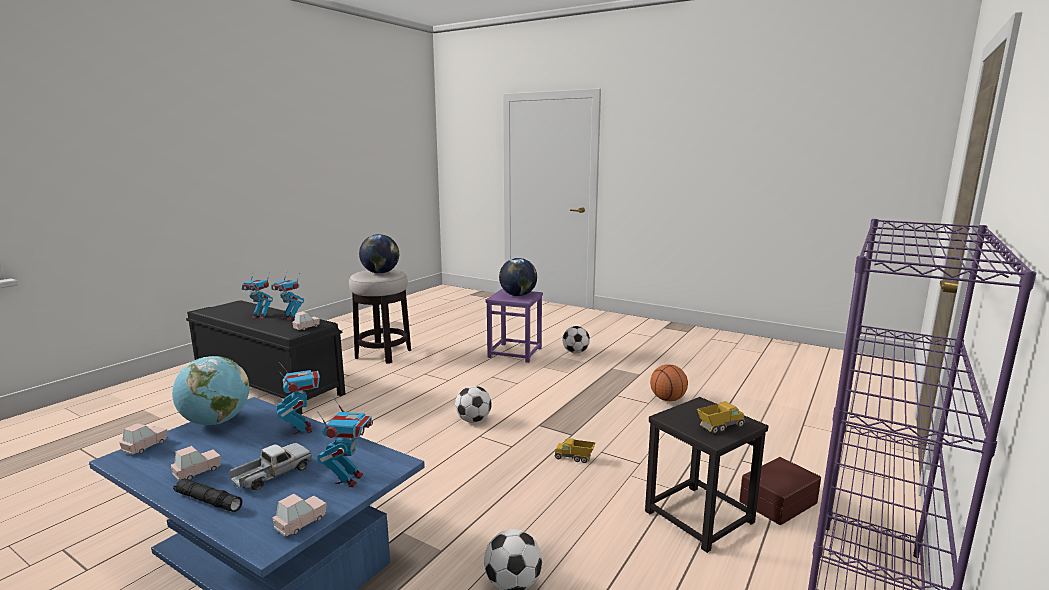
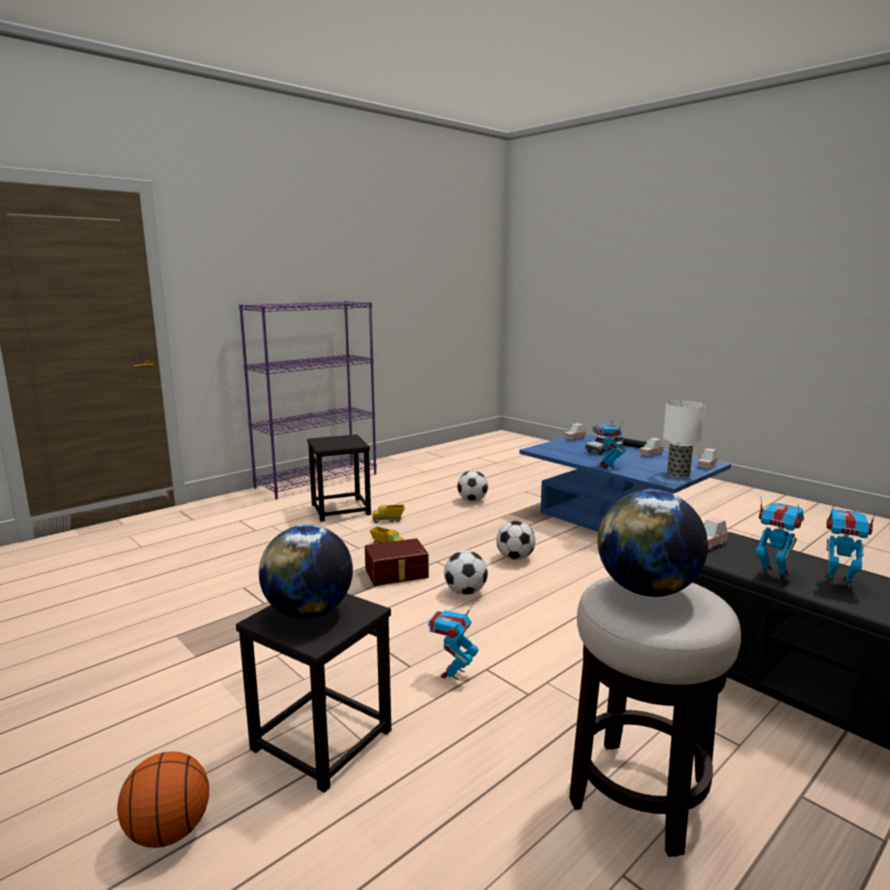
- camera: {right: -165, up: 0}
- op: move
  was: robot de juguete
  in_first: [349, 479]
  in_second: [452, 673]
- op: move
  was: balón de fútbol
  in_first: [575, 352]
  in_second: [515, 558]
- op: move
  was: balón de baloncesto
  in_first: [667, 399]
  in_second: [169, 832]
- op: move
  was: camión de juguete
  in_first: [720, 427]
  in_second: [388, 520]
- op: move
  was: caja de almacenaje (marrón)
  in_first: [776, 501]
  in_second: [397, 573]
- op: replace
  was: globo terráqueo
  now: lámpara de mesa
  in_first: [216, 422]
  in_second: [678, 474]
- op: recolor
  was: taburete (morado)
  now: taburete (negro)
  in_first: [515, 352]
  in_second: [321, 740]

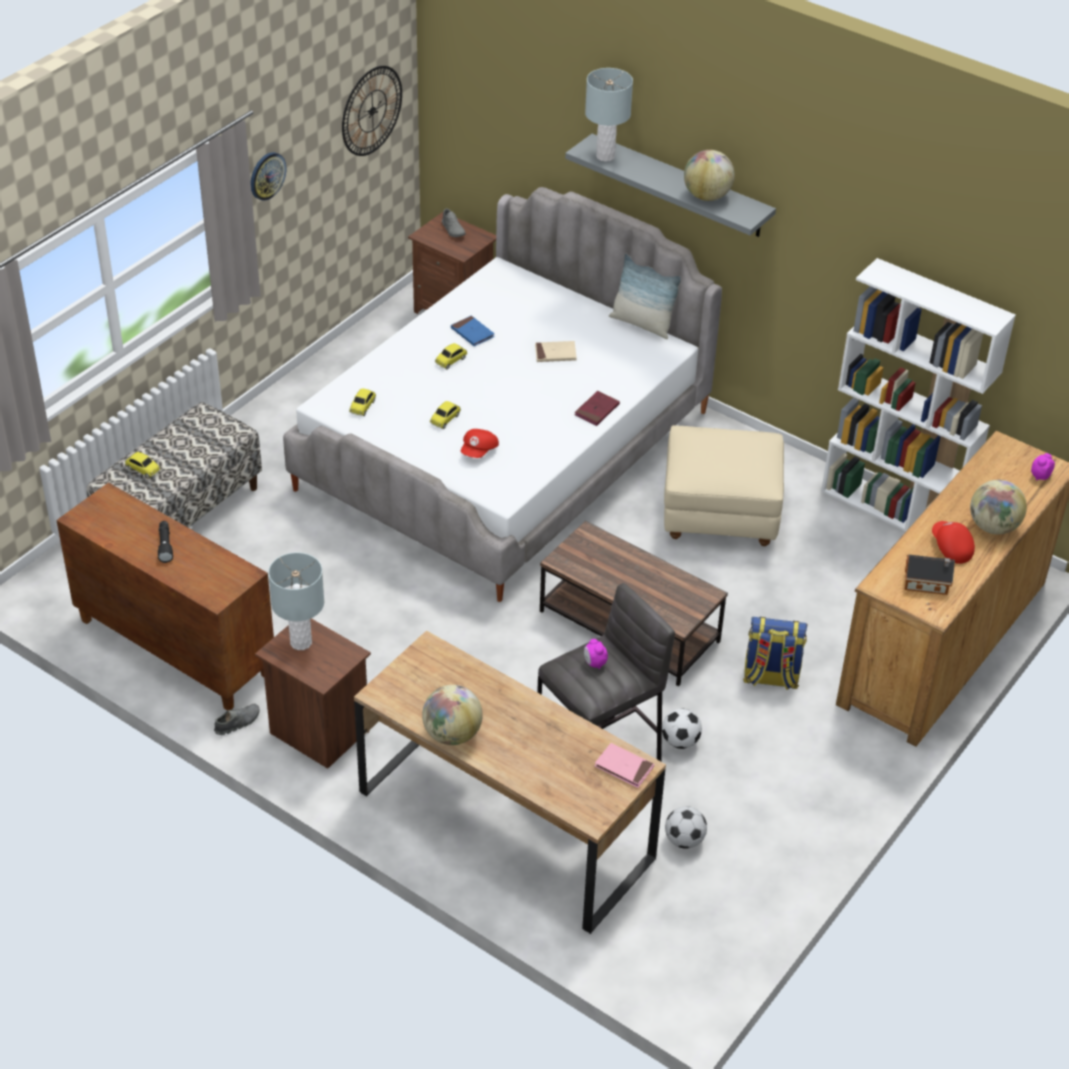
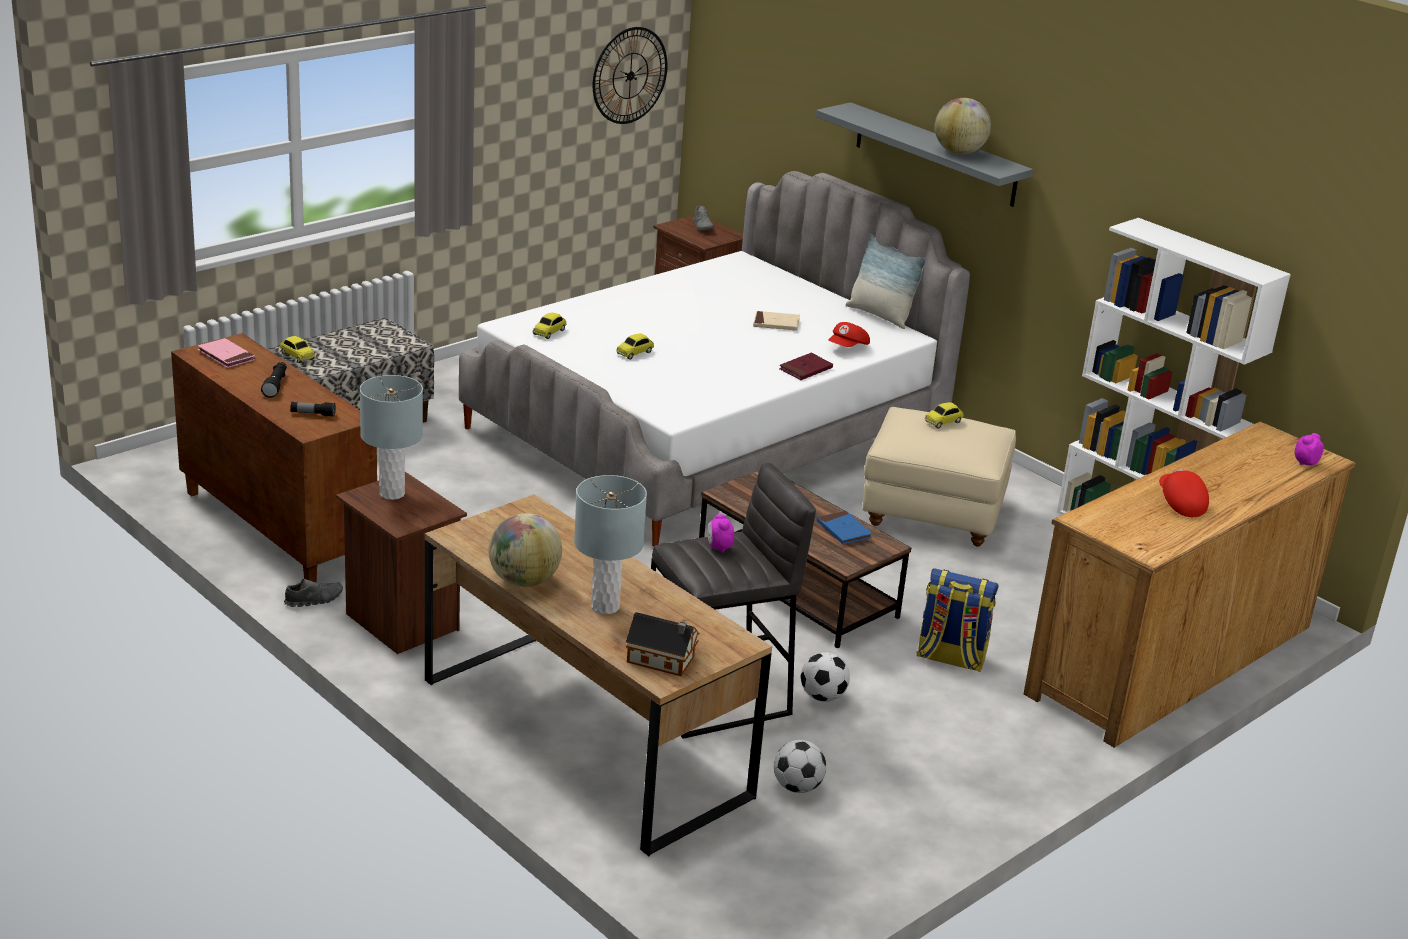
- camera: {right: 10, up: -15}
- op: delete
  was: reloj de pared
  in_first: [267, 175]
- op: delete
  was: globo terráqueo
  in_first: [993, 527]
- op: insert
  now: linterna
  in_second: [313, 414]
- op: move
  was: coche de juguete
  in_first: [451, 360]
  in_second: [943, 422]
- op: move
  was: libro (azul)
  in_first: [472, 333]
  in_second: [843, 530]
- op: move
  was: gorra (rojo)
  in_first: [479, 451]
  in_second: [848, 347]
- op: move
  was: lámpara de mesa (gris)
  in_first: [605, 156]
  in_second: [604, 606]
- op: move
  was: libro (rosa)
  in_first: [624, 767]
  in_second: [226, 356]
- op: move
  was: casita
  in_first: [928, 583]
  in_second: [663, 660]

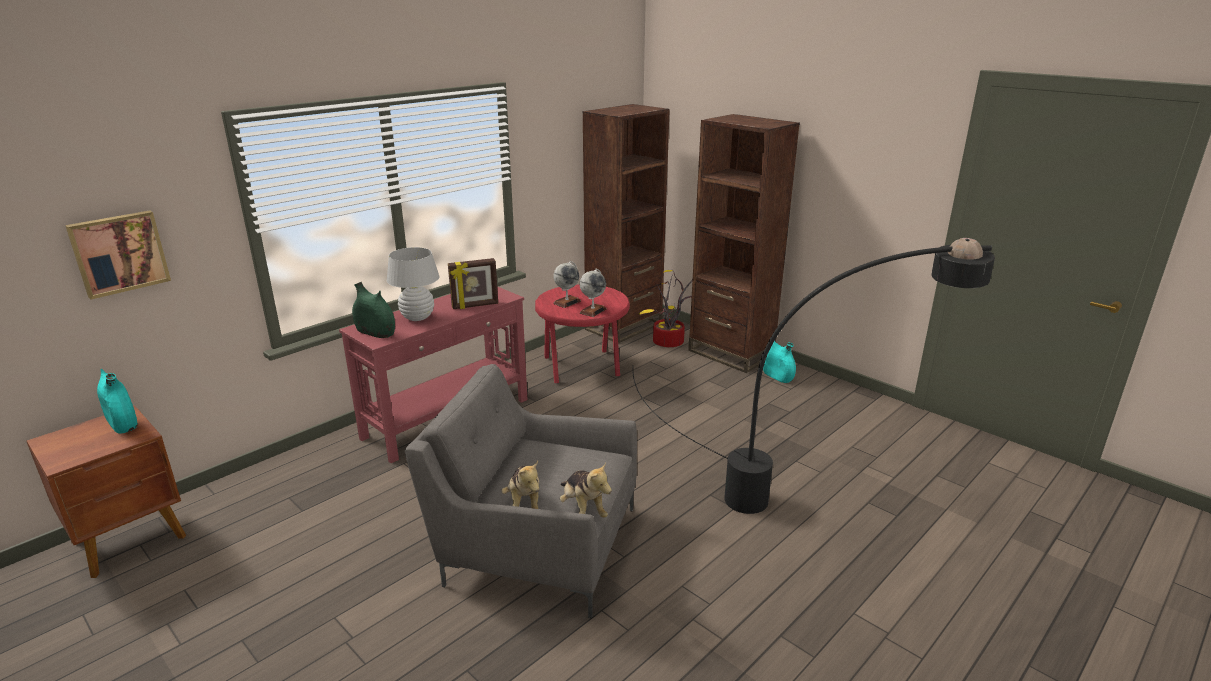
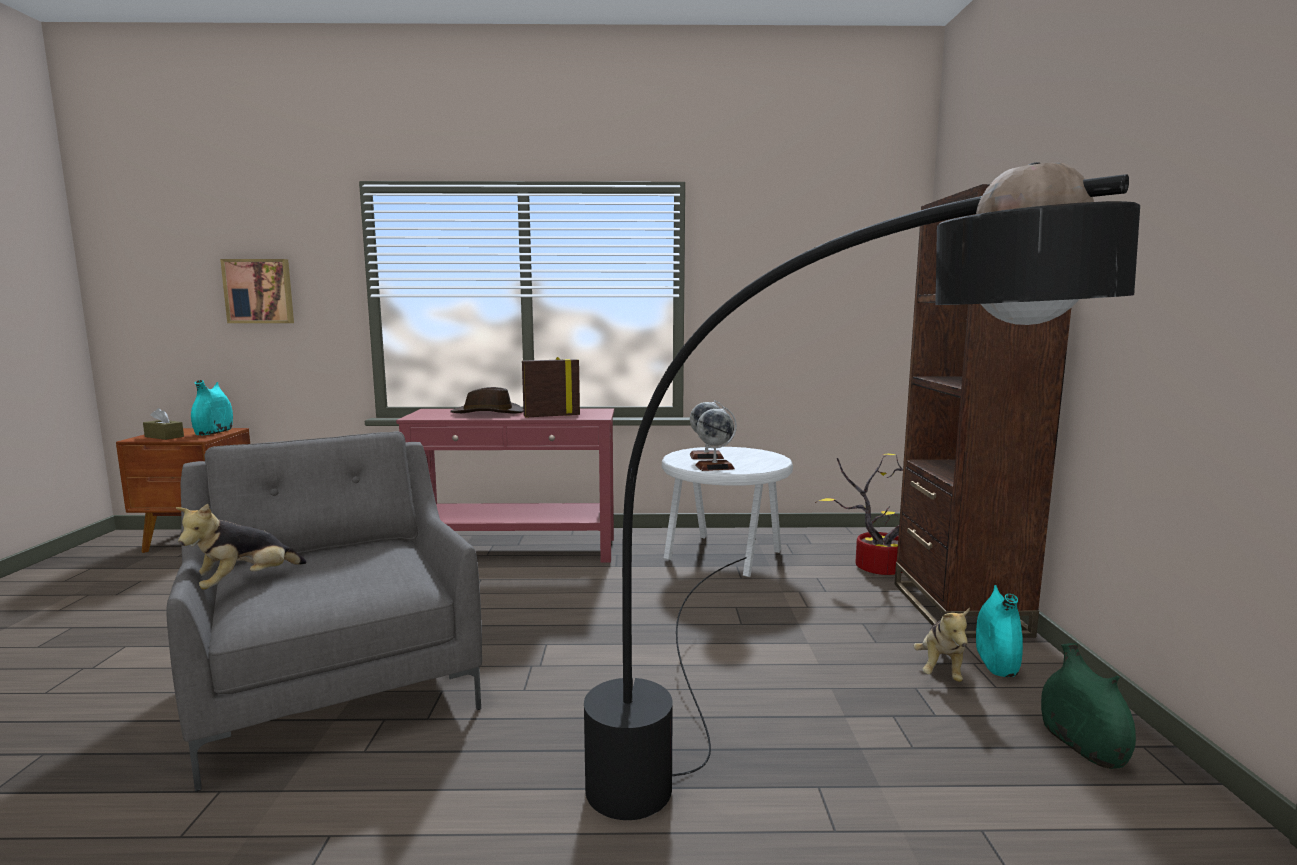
- camera: {right: 45, up: -15}
- op: delete
  was: estantería (marrón)
  in_first: [624, 326]
- op: insert
  now: caja de pañuelos (marrón)
  in_second: [164, 436]
- op: move
  was: florero (verde)
  in_first: [375, 333]
  in_second: [1082, 746]
- op: move
  was: peluche
  in_first: [583, 509]
  in_second: [941, 670]
- op: replace
  was: lámpara de mesa (blanco)
  now: sombrero (marrón)
  in_first: [418, 317]
  in_second: [487, 413]
- op: recolor
  was: mesa auxiliar (rojo)
  now: mesa auxiliar (blanco)
  in_first: [583, 367]
  in_second: [725, 556]
- op: rotate
  was: portarretratos
  in_first: [475, 306]
  in_second: [551, 416]
  clockwise: 135

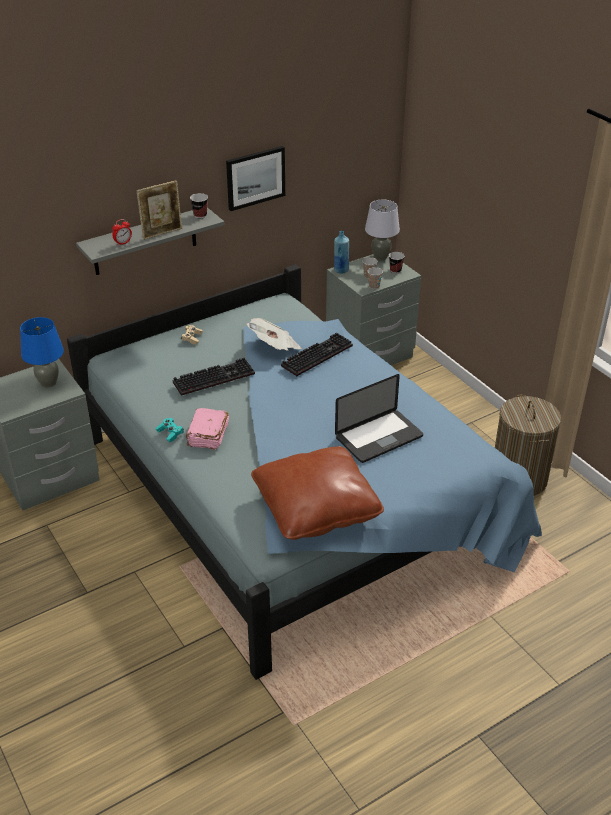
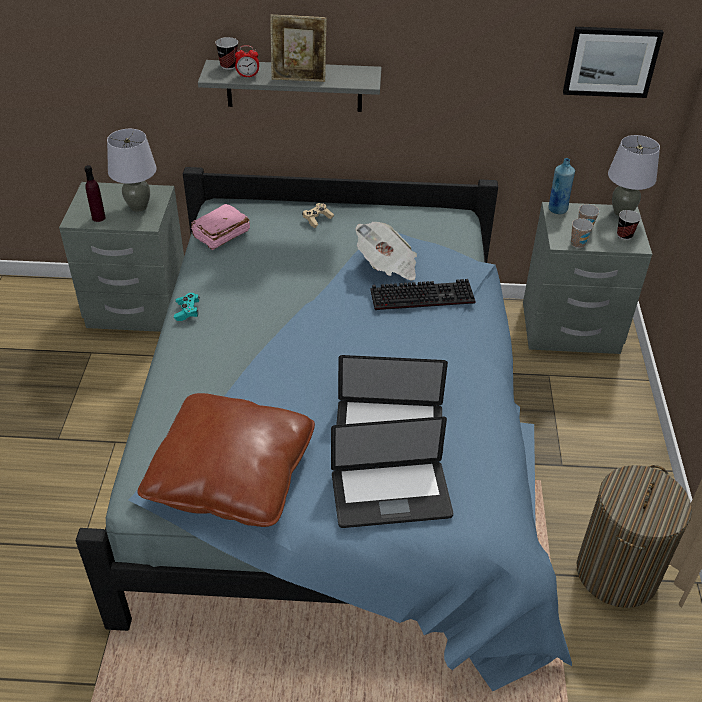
- camera: {right: 35, up: 5}
- op: delete
  was: teclado
  in_first: [214, 377]
- op: insert
  now: botella (morado)
  in_second: [98, 217]
- op: insert
  now: portátil
  in_second: [391, 495]
- op: move
  was: libro (rosa)
  in_first: [207, 435]
  in_second: [220, 235]
- op: move
  was: taza
  in_first: [200, 215]
  in_second: [228, 66]
- op: move
  was: cuadro
  in_first: [255, 177]
  in_second: [611, 61]
- op: recolor
  was: lámpara de mesa (azul)
  now: lámpara de mesa (gris)
  in_first: [48, 383]
  in_second: [139, 206]

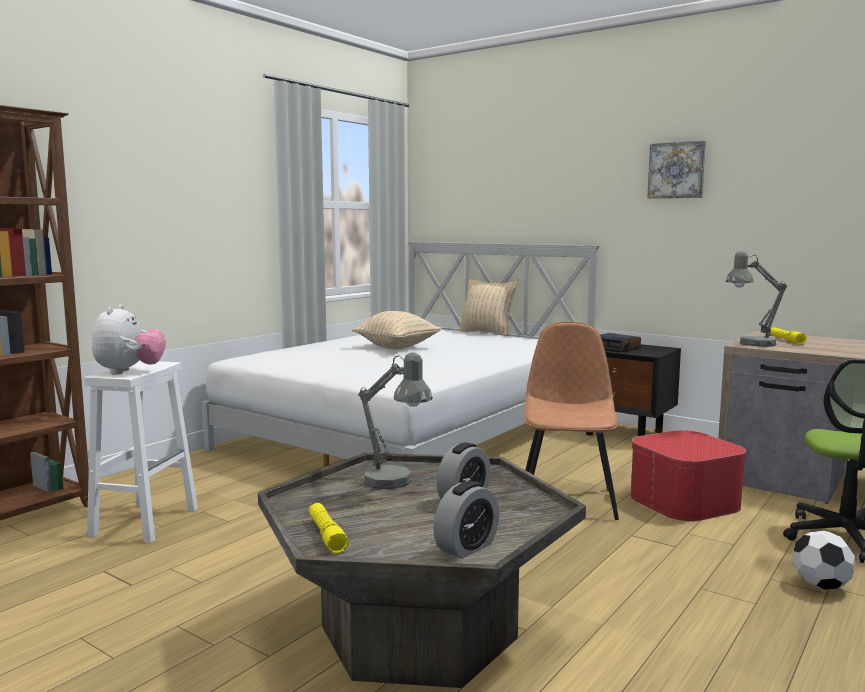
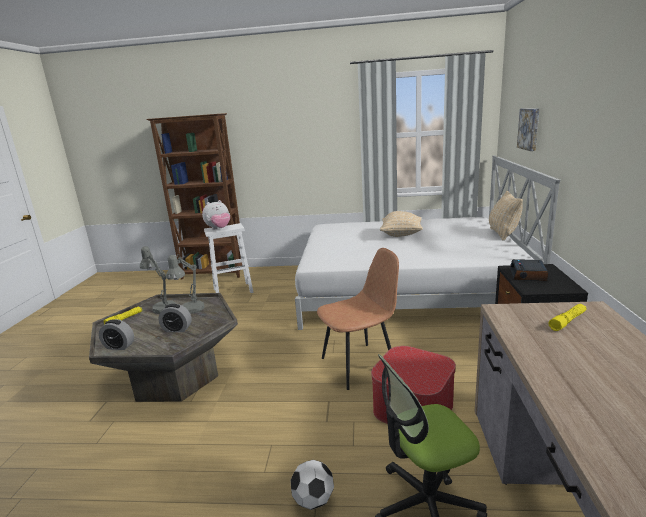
- camera: {right: 60, up: 10}
- op: move
  was: cuadro
  in_first: [677, 170]
  in_second: [529, 129]
- op: move
  was: lámpara de mesa (gris)
  in_first: [751, 344]
  in_second: [162, 307]

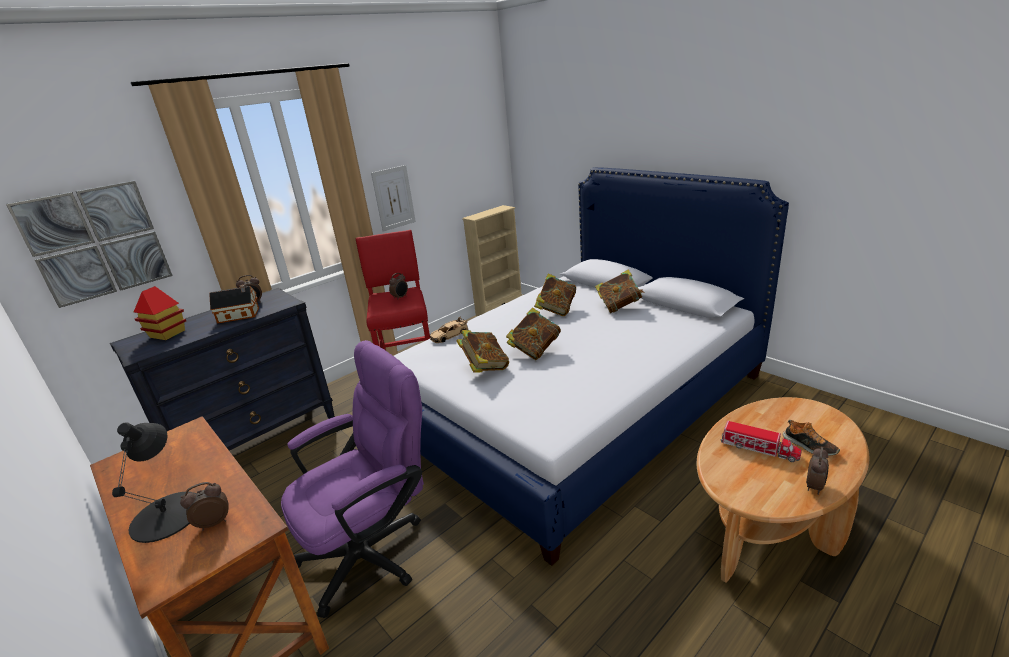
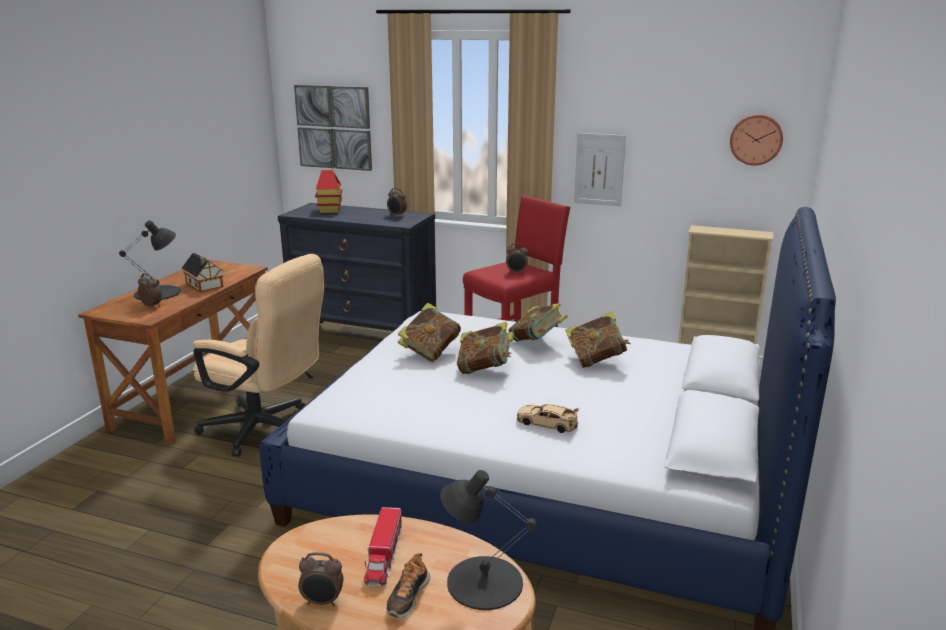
- camera: {right: 60, up: -5}
- op: insert
  now: lámpara de mesa (negro)
  in_second: [483, 582]
- op: insert
  now: reloj de pared
  in_second: [756, 139]
- op: move
  was: casita
  in_first: [240, 315]
  in_second: [204, 285]
- op: move
  was: coche de juguete (beis)
  in_first: [449, 335]
  in_second: [547, 423]
- op: move
  was: libro
  in_first: [619, 306]
  in_second: [536, 342]
- op: recolor
  was: silla de oficina (morado)
  now: silla de oficina (beis)
  in_first: [374, 550]
  in_second: [266, 430]

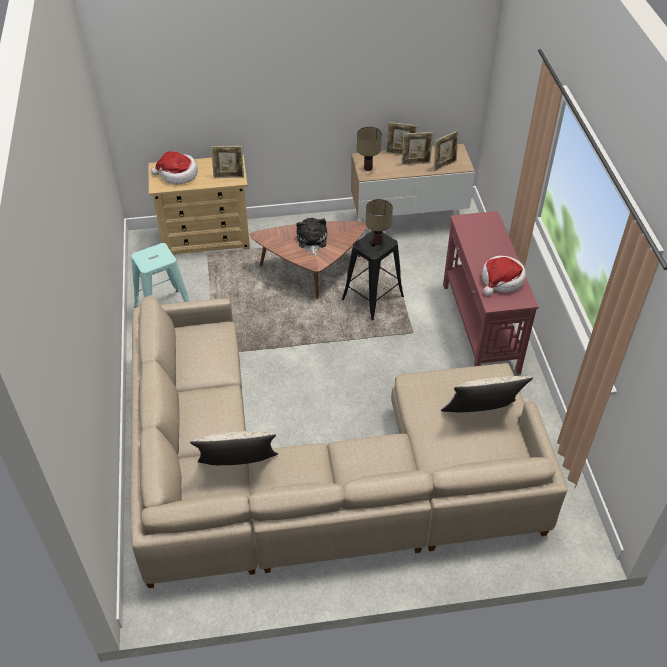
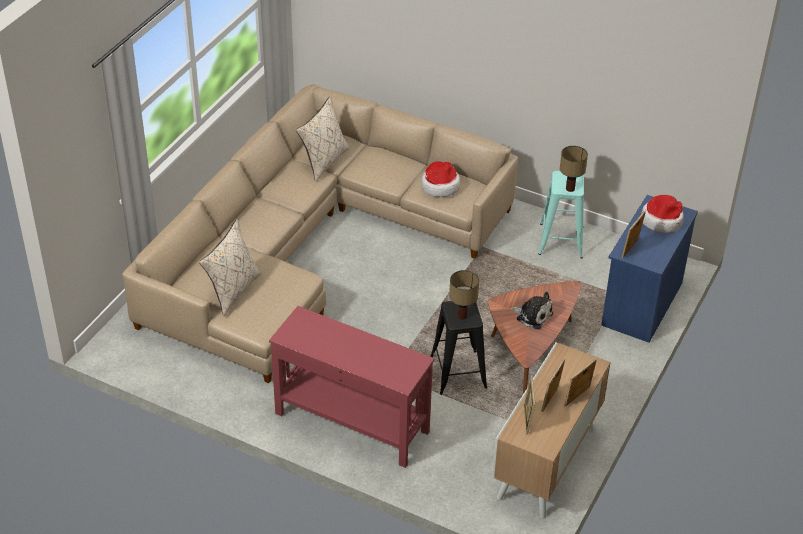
- camera: {right: 125, up: -5}
- op: move
  was: lámpara de mesa
  in_first: [368, 168]
  in_second: [570, 189]
- op: move
  was: sombrero
  in_first: [501, 280]
  in_second: [439, 186]
- op: recolor
  was: cómoda (beis)
  now: cómoda (azul)
  in_first: [207, 239]
  in_second: [641, 304]

